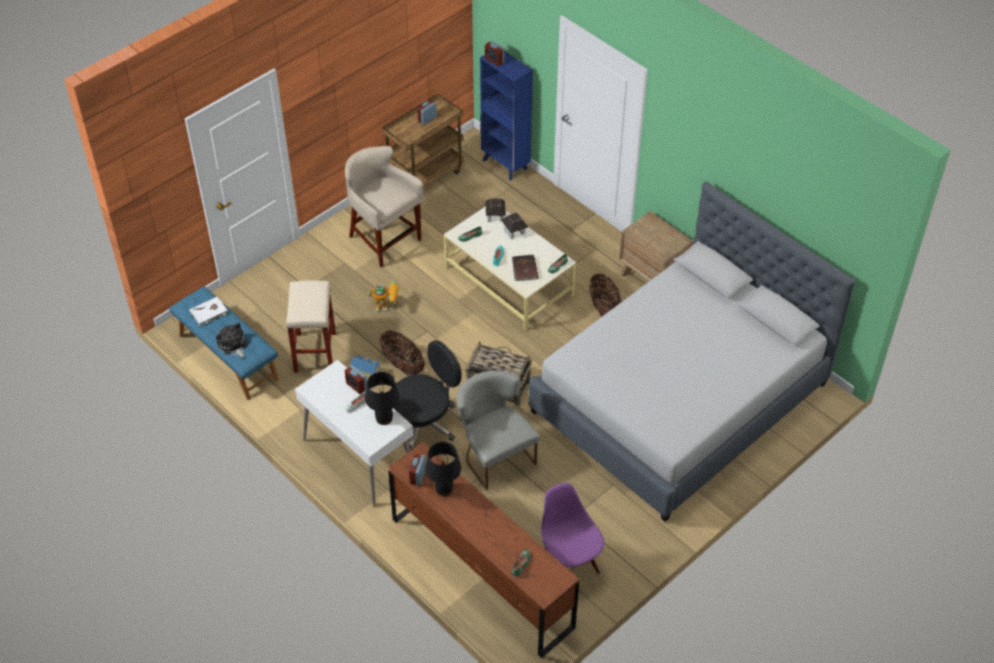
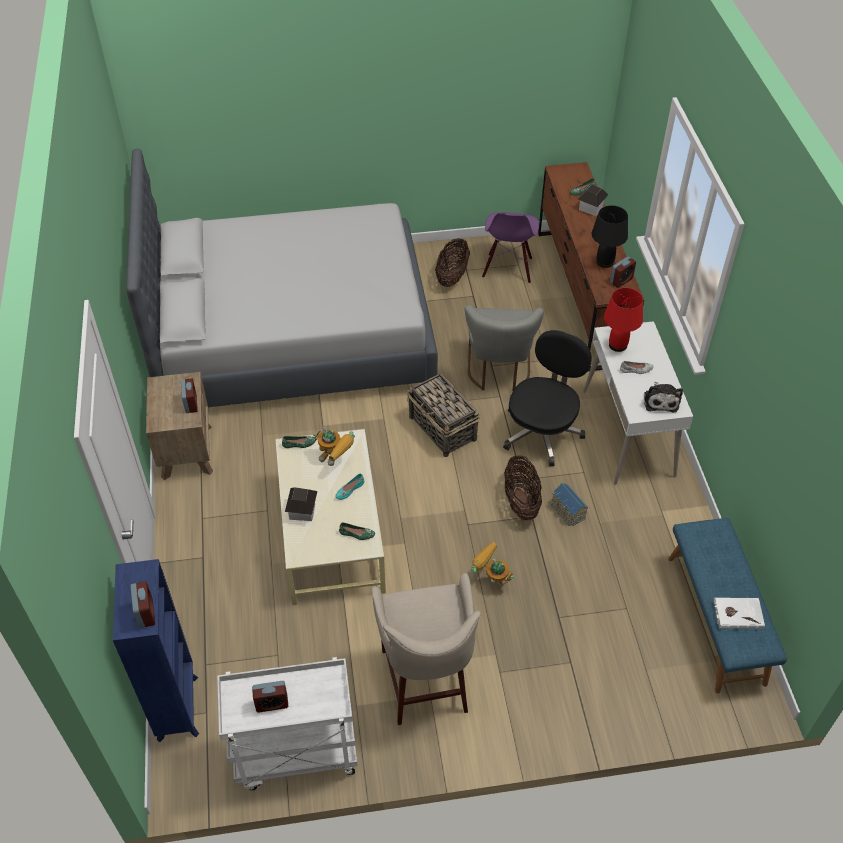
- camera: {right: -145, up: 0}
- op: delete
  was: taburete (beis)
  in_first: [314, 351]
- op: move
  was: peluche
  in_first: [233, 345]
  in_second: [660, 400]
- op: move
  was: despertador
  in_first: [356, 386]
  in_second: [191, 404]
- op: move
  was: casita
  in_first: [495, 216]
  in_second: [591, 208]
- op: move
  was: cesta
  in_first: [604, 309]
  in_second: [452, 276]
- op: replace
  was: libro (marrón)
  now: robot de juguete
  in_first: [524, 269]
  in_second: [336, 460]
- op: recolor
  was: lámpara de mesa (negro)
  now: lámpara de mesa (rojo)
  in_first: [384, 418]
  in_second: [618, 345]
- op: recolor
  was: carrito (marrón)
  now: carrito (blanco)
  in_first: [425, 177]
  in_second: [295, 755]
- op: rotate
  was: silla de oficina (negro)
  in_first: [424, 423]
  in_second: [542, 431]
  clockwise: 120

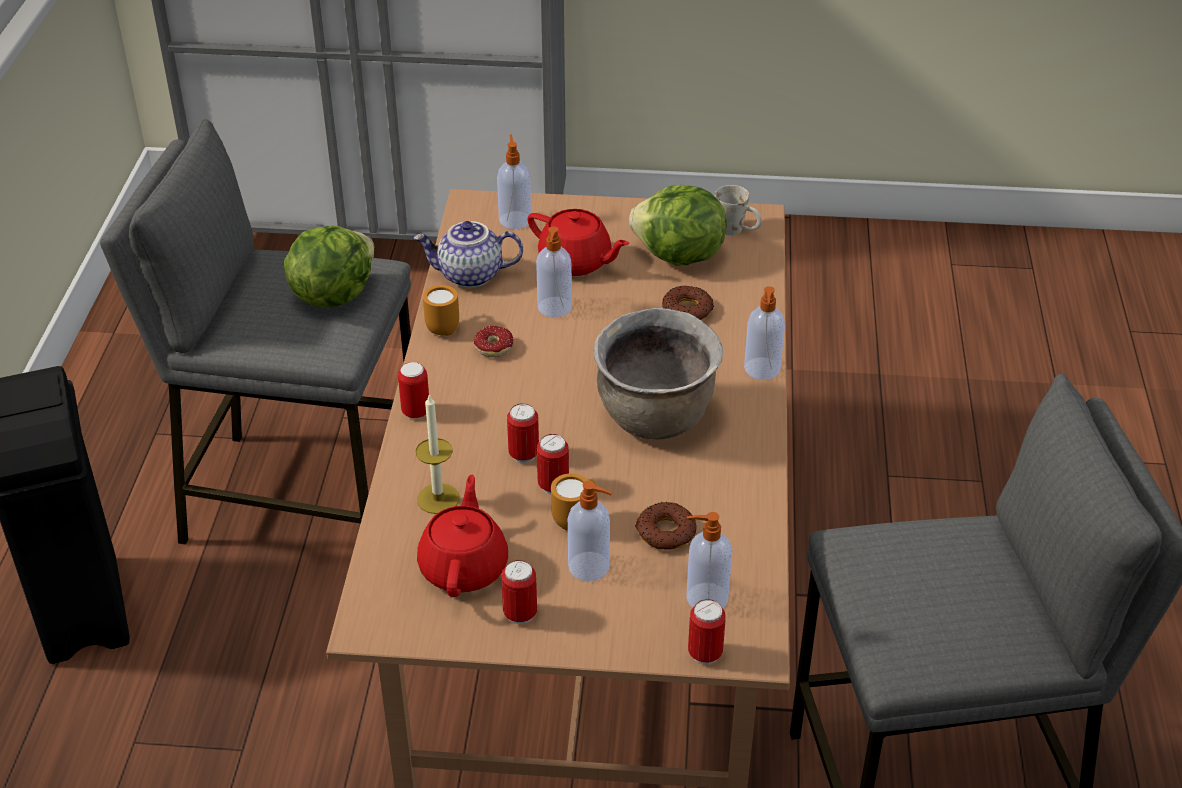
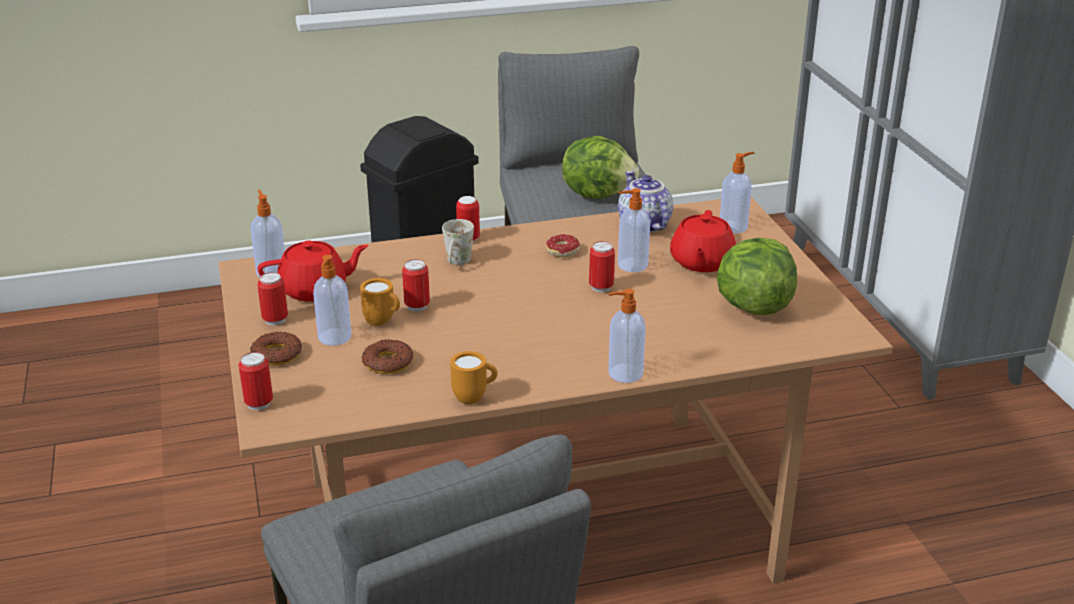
- camera: {right: 70, up: -10}
- op: delete
  was: vela
  in_first: [438, 498]
- op: delete
  was: olla (marrón)
  in_first: [655, 418]
- op: move
  was: taza grande (naranja)
  in_first: [444, 327]
  in_second: [474, 398]
- op: move
  was: lata
  in_first: [523, 455]
  in_second: [601, 287]
- op: move
  was: rosquilla
  in_first: [687, 310]
  in_second: [276, 355]
- op: move
  was: dispensador de jabón
  in_first: [705, 598]
  in_second: [271, 271]
- op: move
  was: taza grande (blanco)
  in_first: [737, 231]
  in_second: [457, 263]

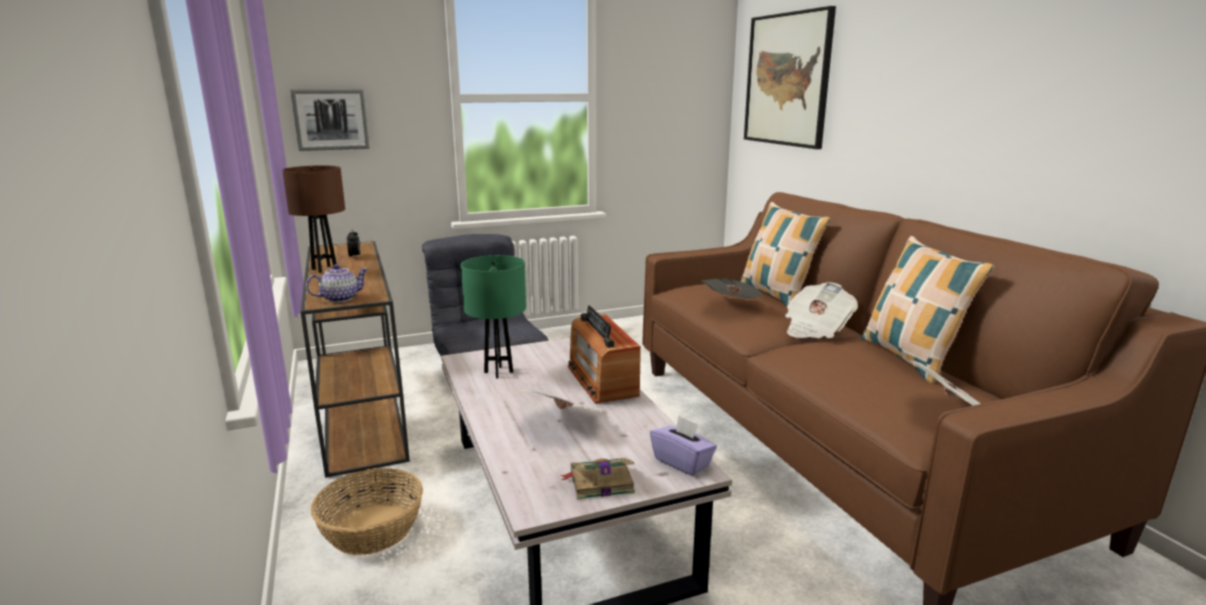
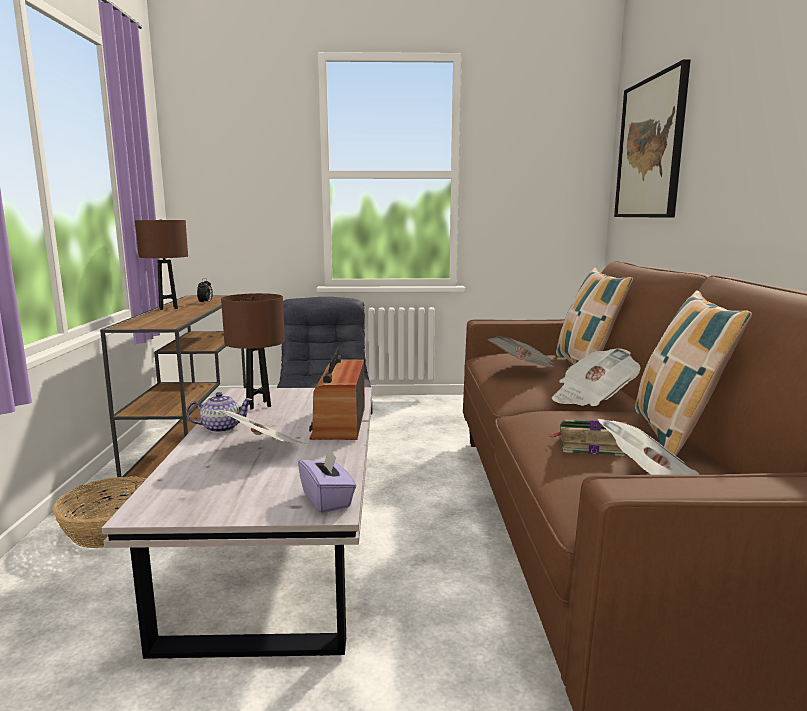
- camera: {right: 20, up: -5}
- op: delete
  was: cuadro
  in_first: [331, 119]
- op: move
  was: tetera
  in_first: [339, 298]
  in_second: [221, 428]
- op: move
  was: libro
  in_first: [599, 482]
  in_second: [588, 445]
- op: recolor
  was: lámpara de mesa (verde)
  now: lámpara de mesa (marrón)
  in_first: [498, 372]
  in_second: [258, 405]

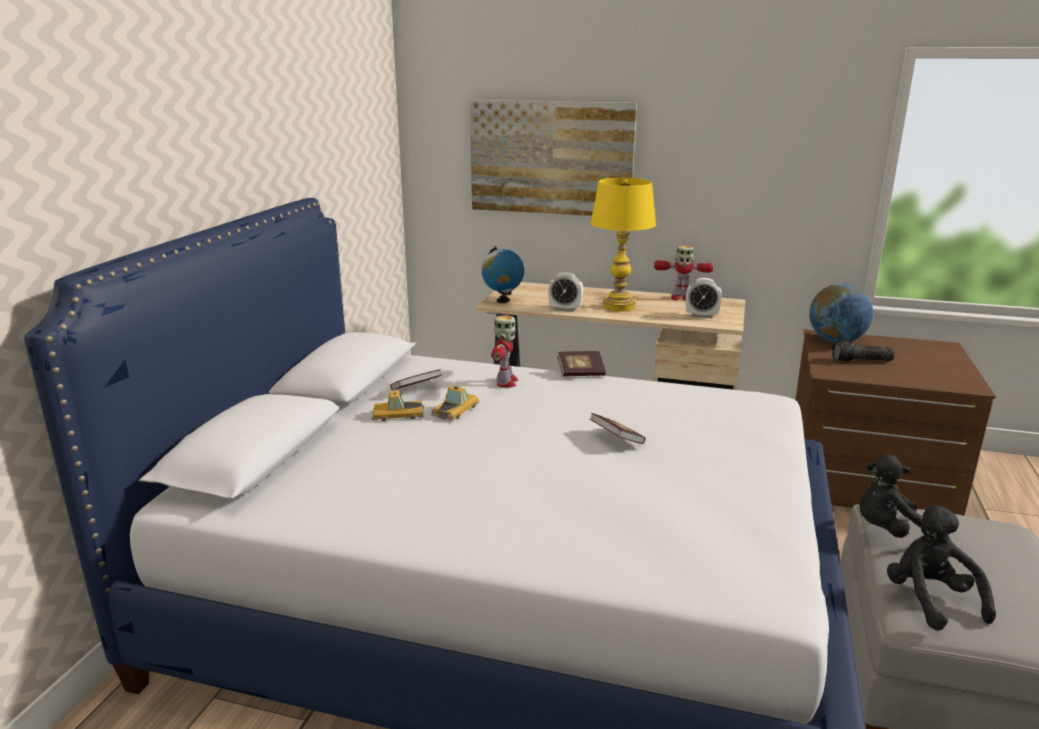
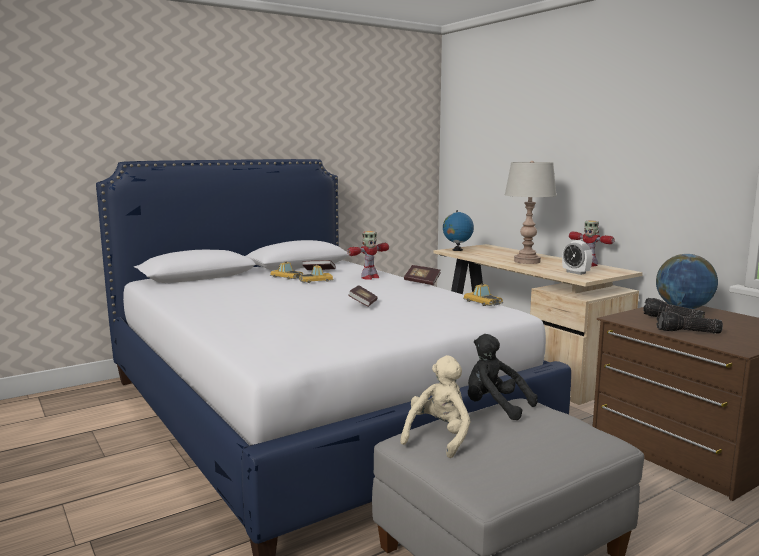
- camera: {right: 40, up: -10}
- op: delete
  was: cuadro
  in_first: [550, 158]
- op: delete
  was: despertador
  in_first: [565, 309]
- op: insert
  now: coche de juguete
  in_second: [482, 302]
- op: insert
  now: linterna
  in_second: [687, 332]
- op: recolor
  was: lámpara de mesa (amarillo)
  now: lámpara de mesa (gris)
  in_first: [619, 306]
  in_second: [527, 261]
- op: recolor
  was: peluche (negro)
  now: peluche (beis)
  in_first: [930, 600]
  in_second: [439, 437]

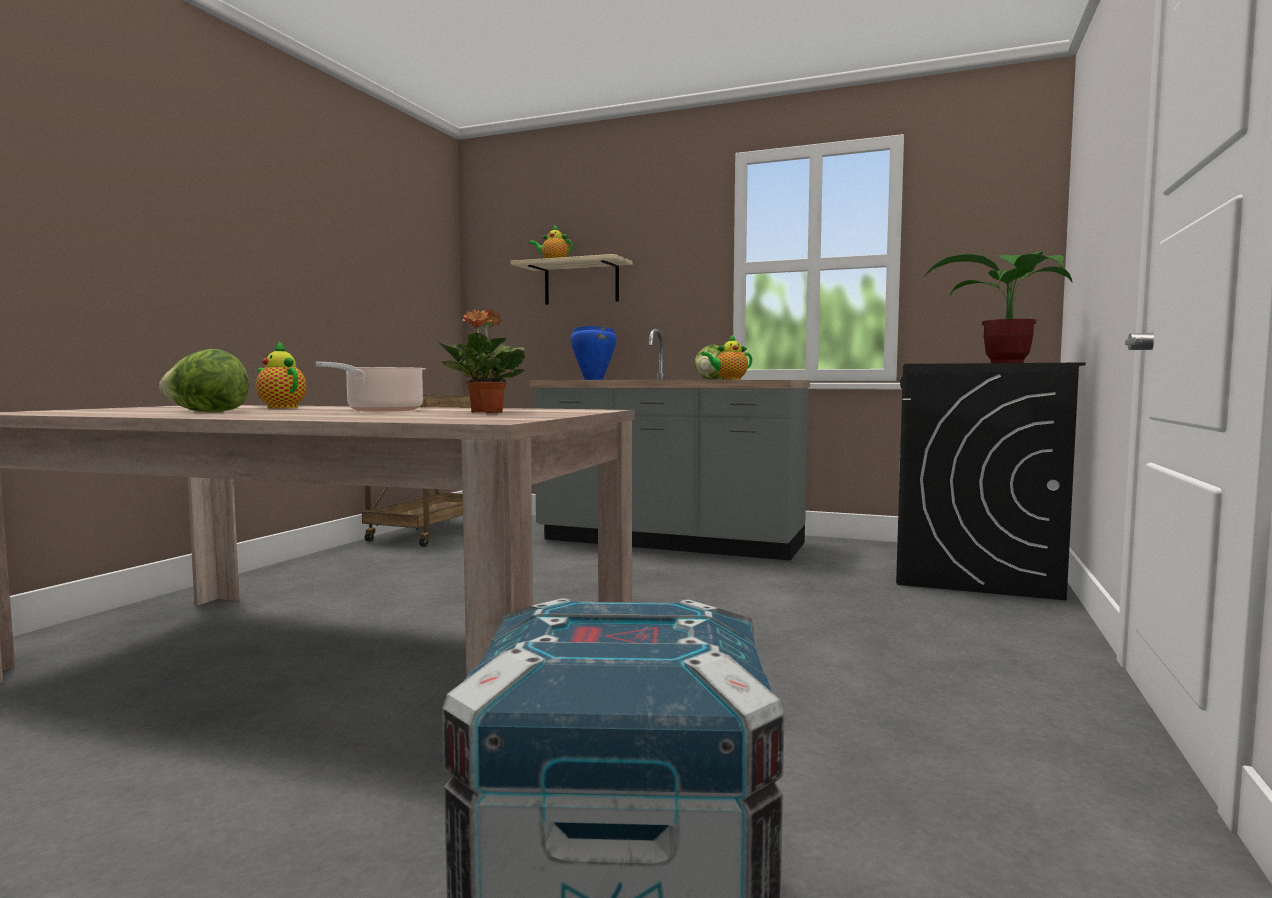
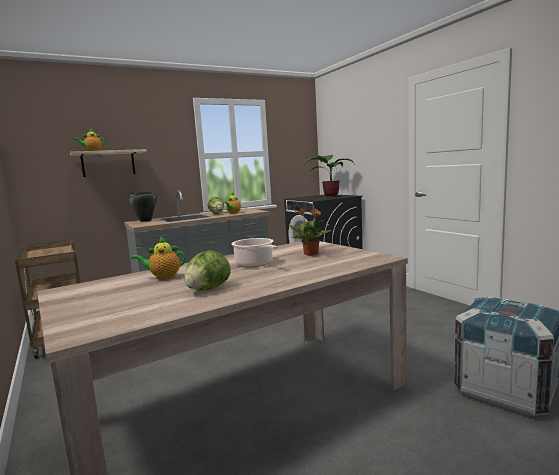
- camera: {right: -50, up: 5}
- op: recolor
  was: olla (azul)
  now: olla (negro)
  in_first: [593, 379]
  in_second: [145, 221]

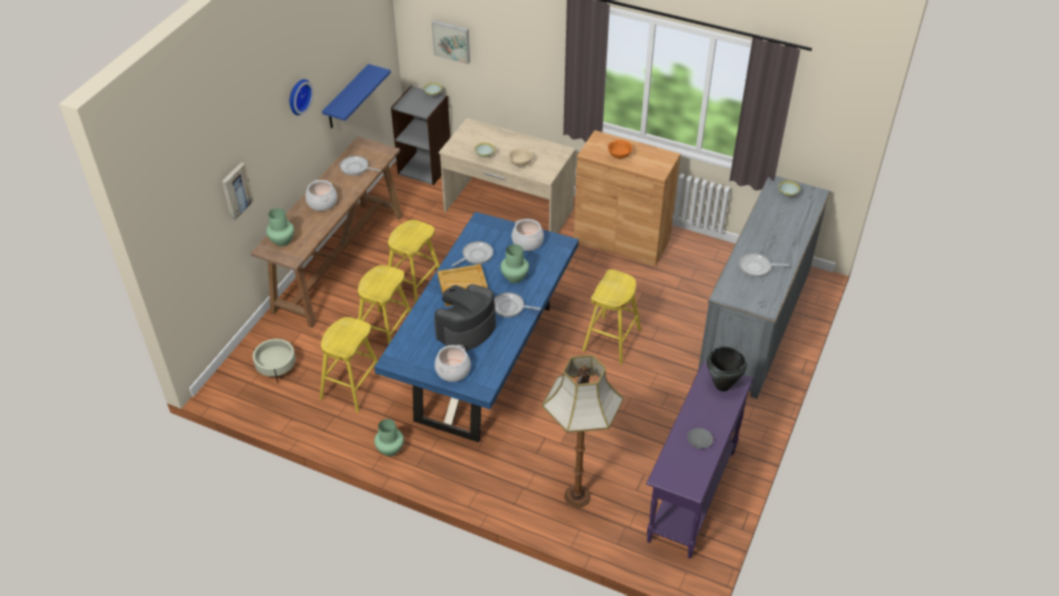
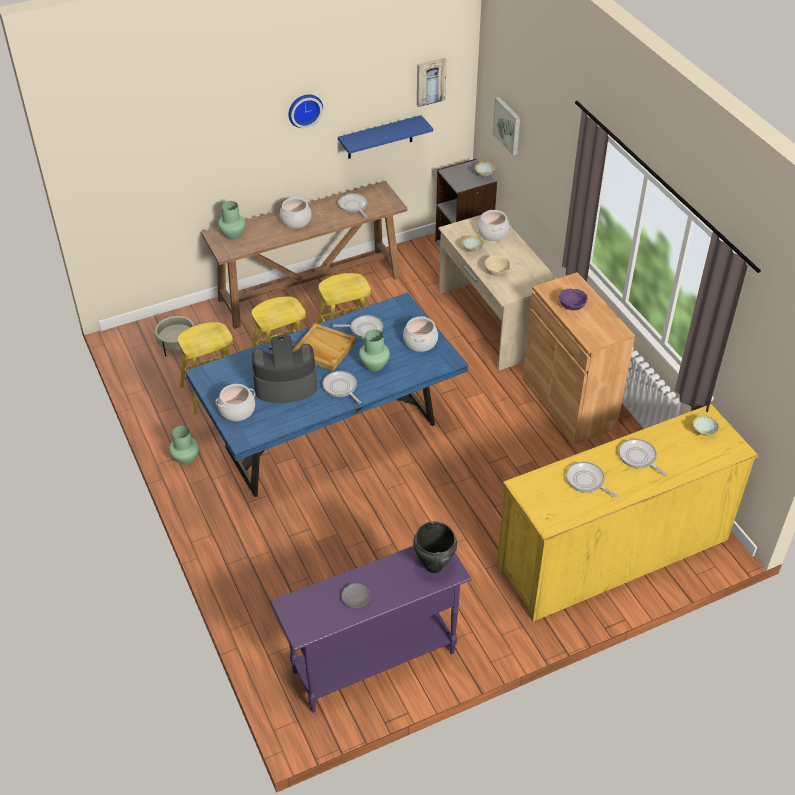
- camera: {right: 40, up: 0}
- op: delete
  was: lámpara de pie
  in_first: [578, 497]
- op: delete
  was: taburete (amarillo)
  in_first: [612, 339]
- op: insert
  now: olla
  in_second: [492, 233]
- op: insert
  now: sartén
  in_second: [638, 457]
- op: move
  was: cuadro
  in_first: [236, 190]
  in_second: [430, 81]
- op: recolor
  was: cuenco (naranja)
  now: cuenco (morado)
  in_first: [619, 156]
  in_second: [571, 306]
- op: recolor
  was: cómoda (gris)
  now: cómoda (amarillo)
  in_first: [755, 322]
  in_second: [613, 553]

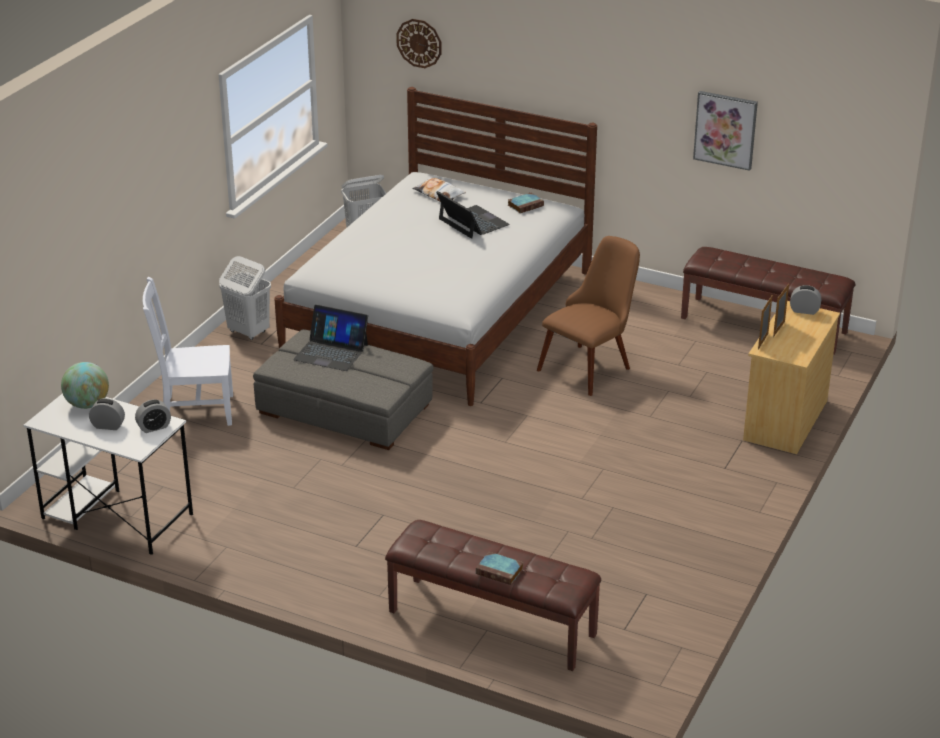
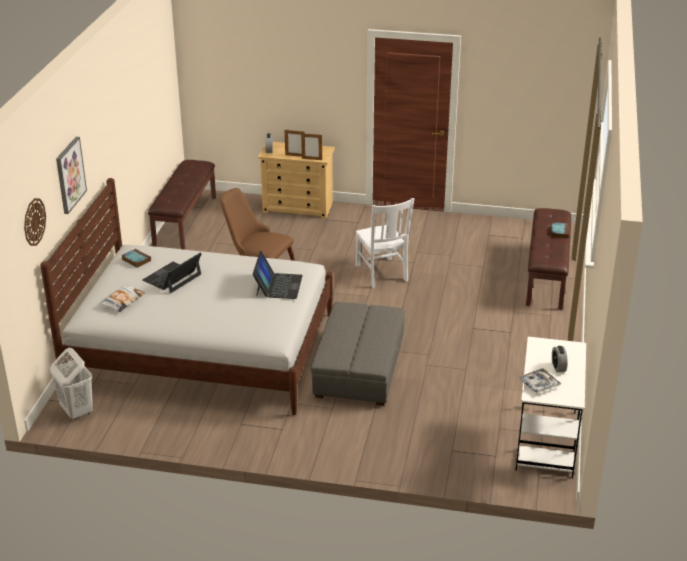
- camera: {right: -105, up: 0}
- op: delete
  was: despertador
  in_first: [154, 427]
- op: delete
  was: cesto de la ropa (blanco)
  in_first: [248, 332]
- op: move
  was: silla (blanco)
  in_first: [194, 411]
  in_second: [382, 274]
- op: move
  was: portátil
  in_first: [331, 352]
  in_second: [278, 285]
- op: move
  was: cuadro
  in_first: [725, 129]
  in_second: [70, 175]
- op: replace
  was: globo terráqueo
  now: bandeja
  in_first: [87, 404]
  in_second: [539, 384]

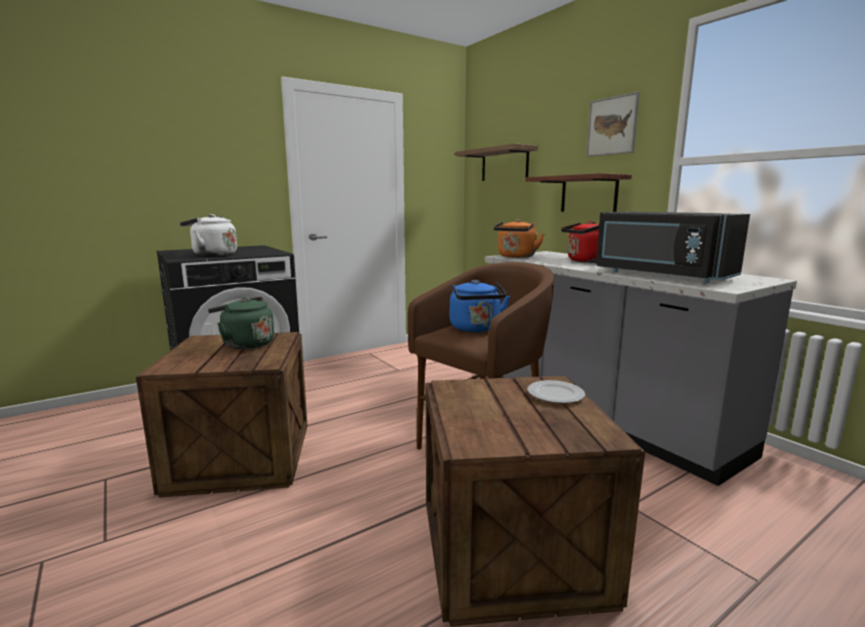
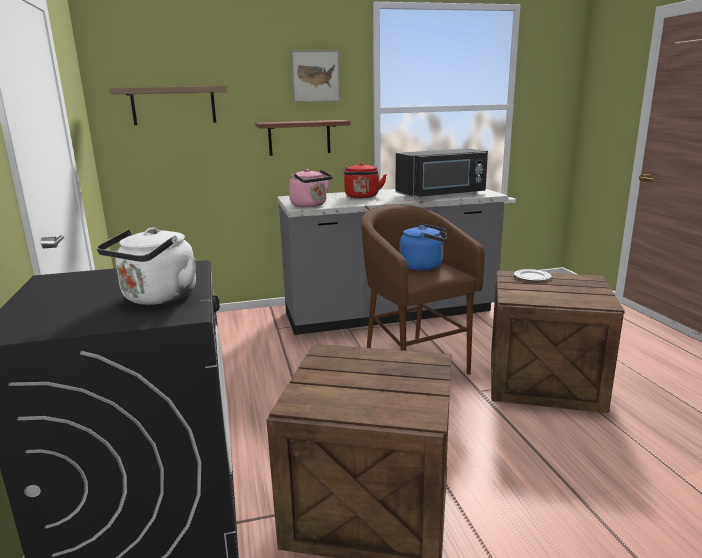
- camera: {right: -70, up: 5}
- op: delete
  was: hervidor (verde)
  in_first: [245, 344]
- op: recolor
  was: hervidor (naranja)
  now: hervidor (rosa)
  in_first: [516, 257]
  in_second: [310, 205]

